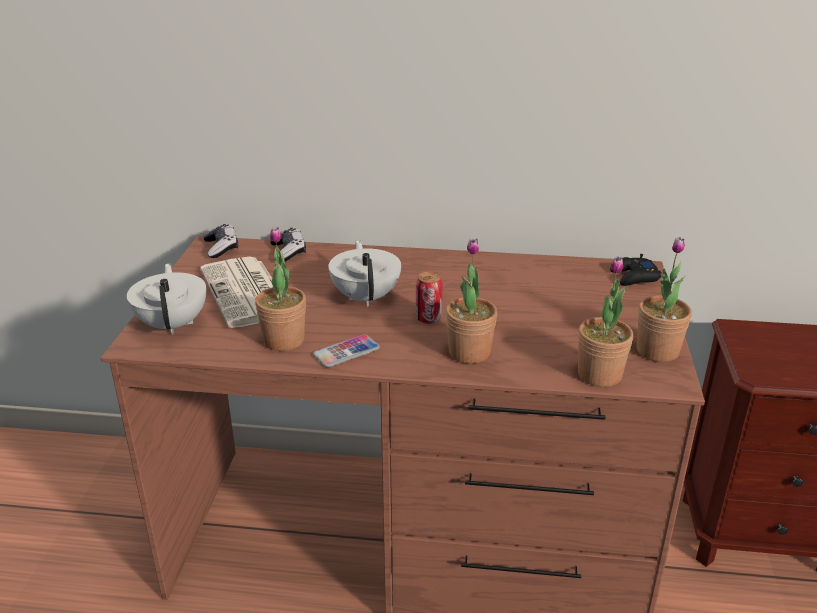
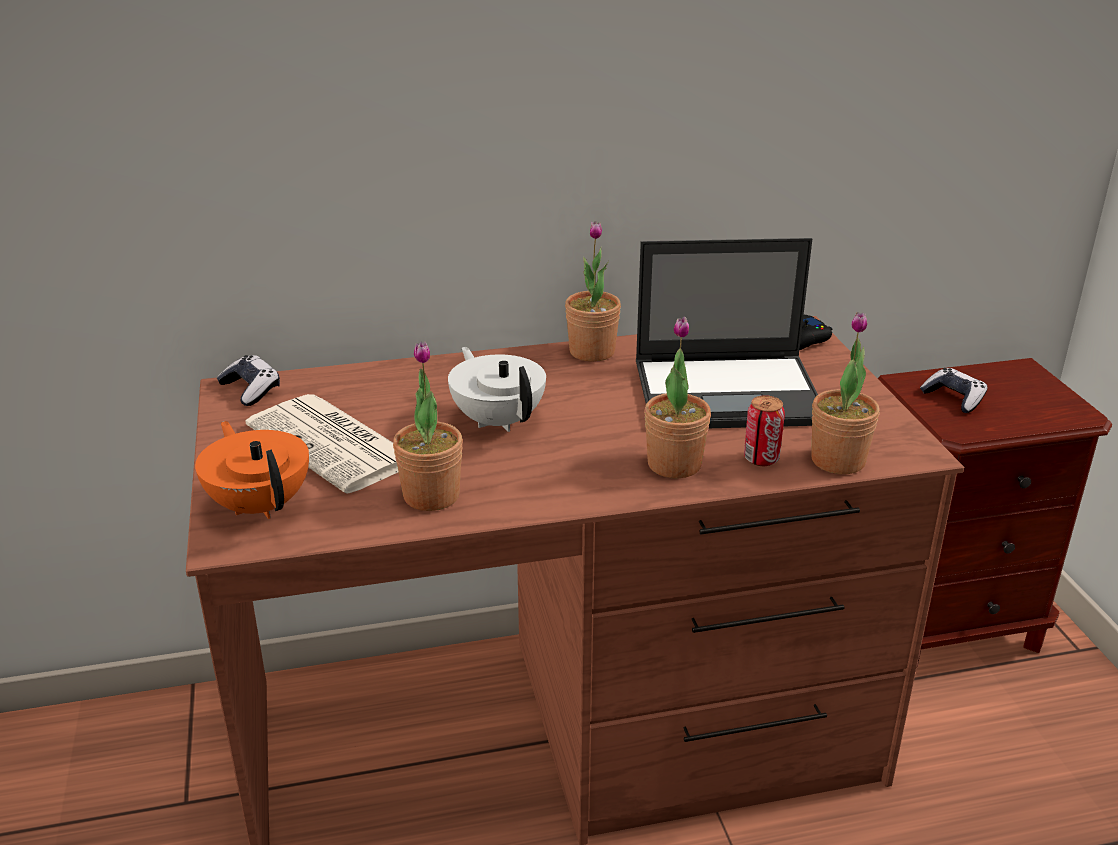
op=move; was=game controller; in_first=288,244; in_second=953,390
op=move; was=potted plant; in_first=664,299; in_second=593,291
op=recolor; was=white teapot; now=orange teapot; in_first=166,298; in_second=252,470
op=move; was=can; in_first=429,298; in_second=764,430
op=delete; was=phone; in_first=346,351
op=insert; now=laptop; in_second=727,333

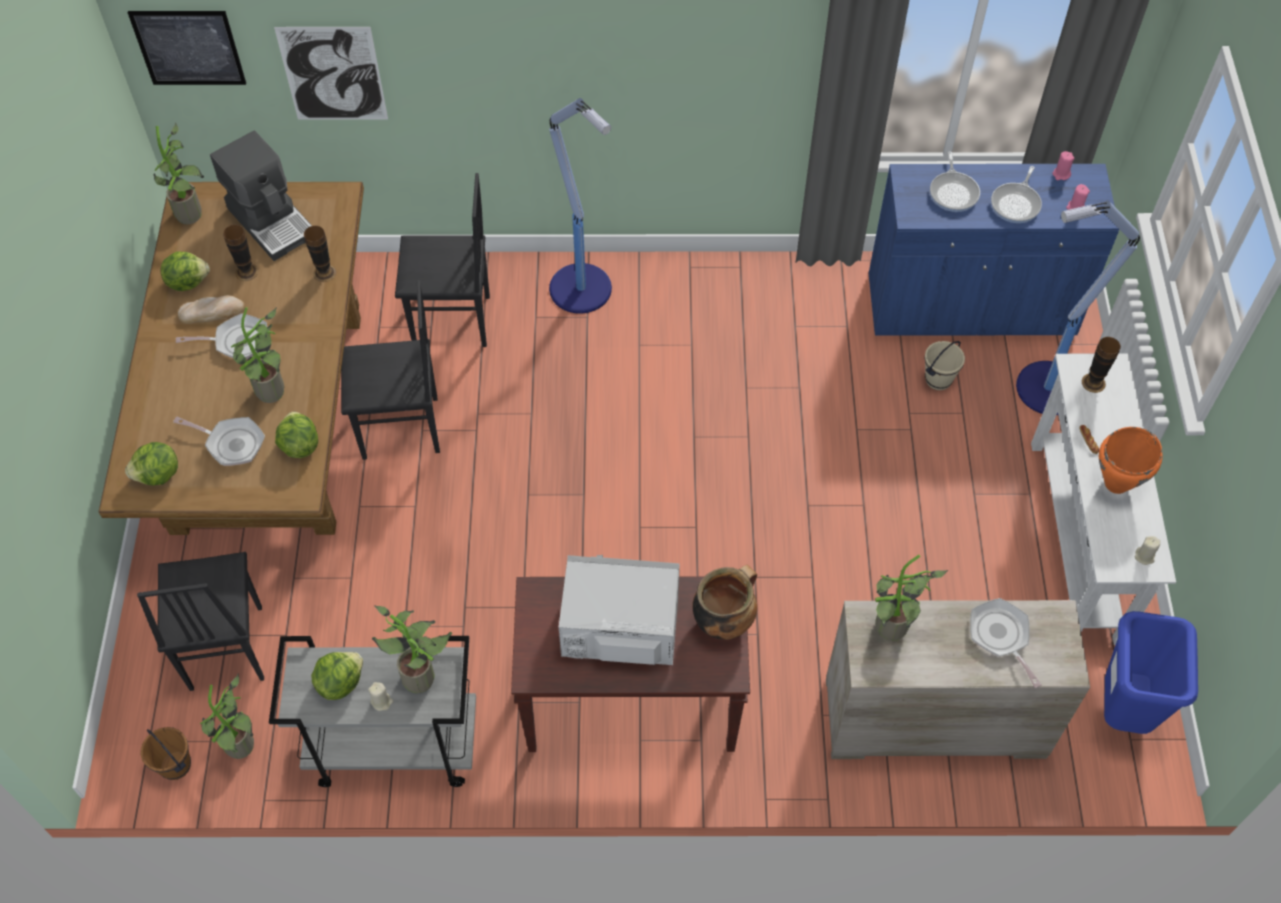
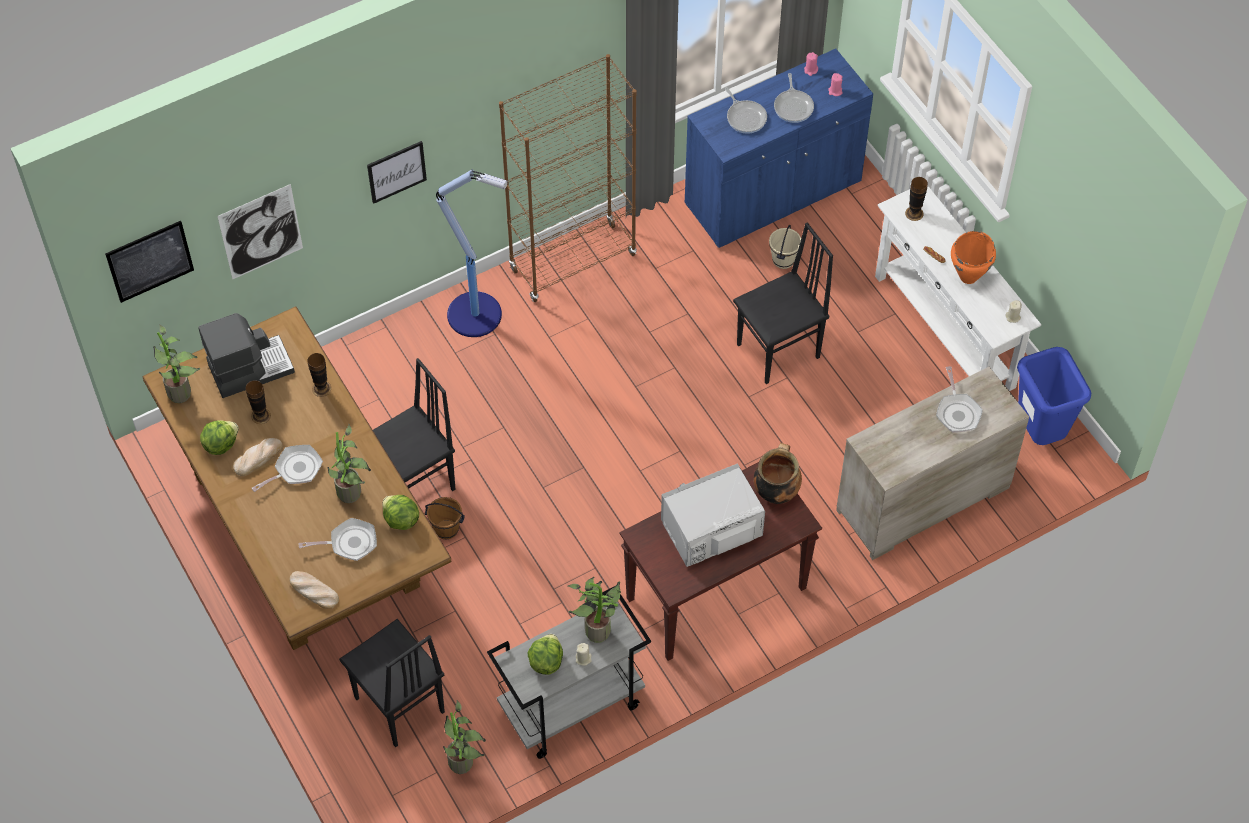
op=rotate; was=coffee machine; in_first=261,195; in_second=246,355; clockwise=-45
op=move; was=black chair; in_first=442,260; in_second=783,303
op=delete; was=floor lamp; in_first=1078,307
op=replace; was=lettuce; now=bread; in_first=151,463; in_second=314,590
op=delete; was=potted plant; in_first=911,598
op=rotate; was=frying pan; in_first=1006,643; in_second=959,399; clockwise=-135
op=move; was=brown bucket; in_first=166,753; in_second=445,518
op=insert; now=brown bookcase; in_second=568,178
op=insert; now=picture; in_second=397,172

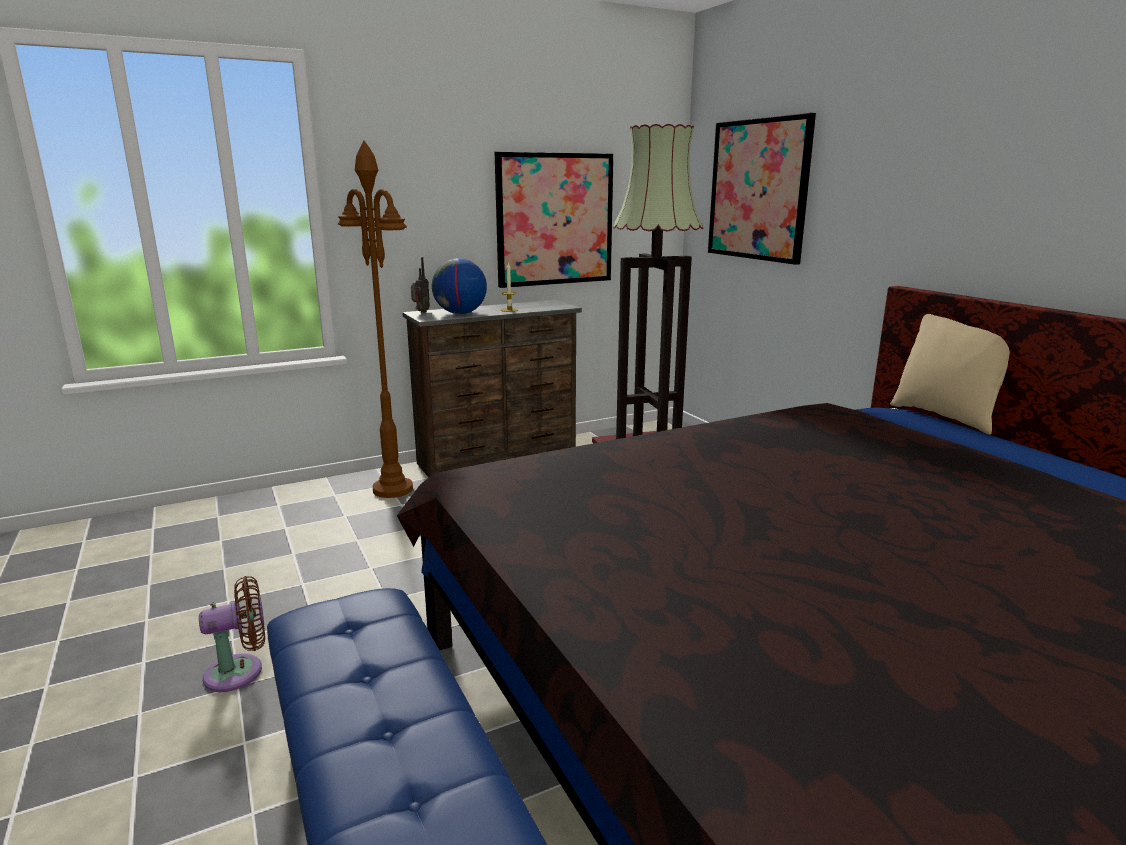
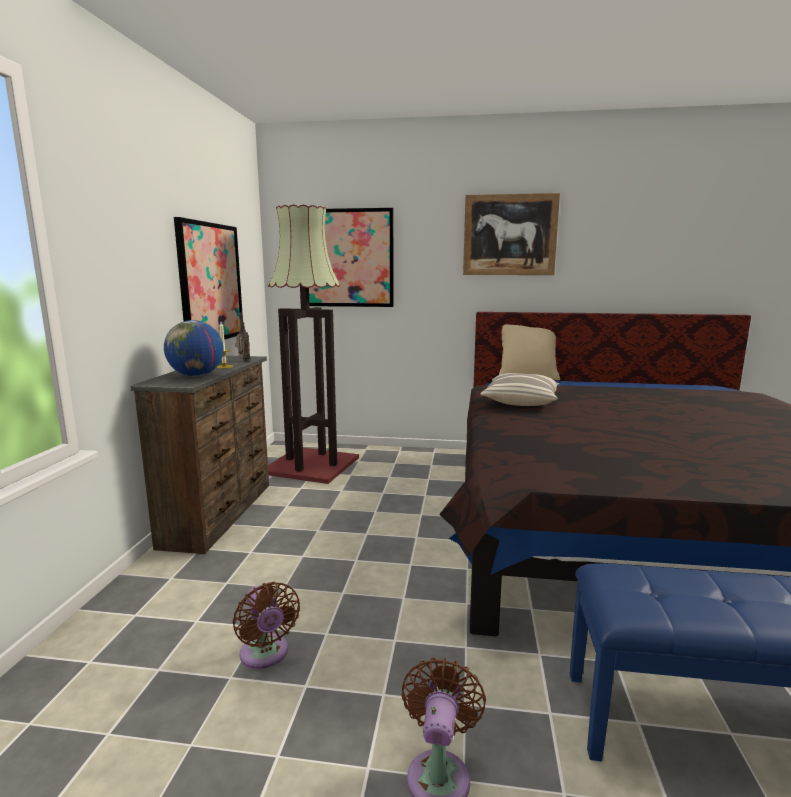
op=delete; was=brown floor lamp; in_first=375,319
op=move; was=radio; in_first=420,285; in_second=242,337
op=insert; now=picture; in_second=511,234
op=insert; now=pillow; in_second=520,389
op=insert; now=brown fan; in_second=266,625

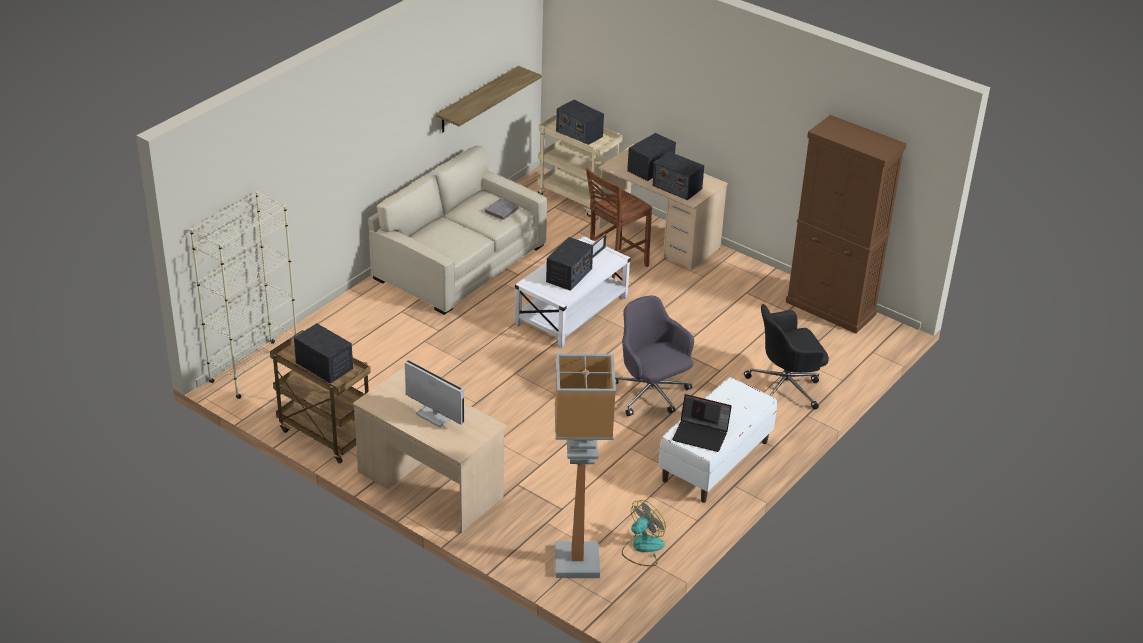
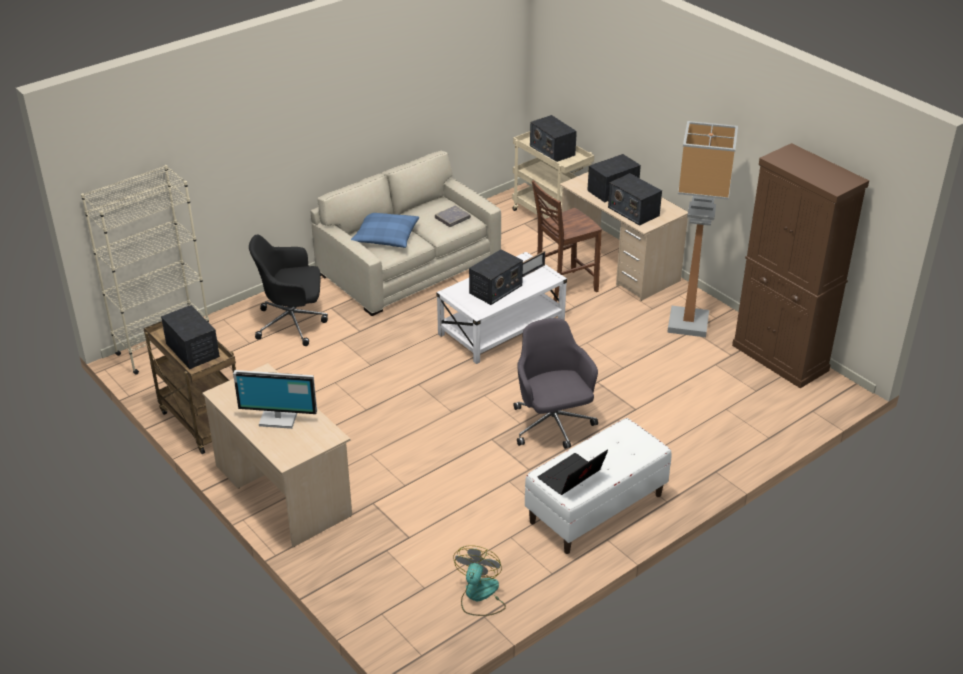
op=delete; was=shelf; in_first=489,99
op=move; was=black office chair; in_first=786,357; in_second=288,290
op=move; was=floor lamp; in_first=585,466; in_second=702,229
op=rotate; was=monitor; in_first=434,394; in_second=275,399; clockwise=135
op=rotate; was=laptop; in_first=702,423; in_second=573,472; clockwise=105
op=rotate; was=fan; in_first=644,533; in_second=479,580; clockwise=-45
op=insert; now=blue pillow; in_second=385,230

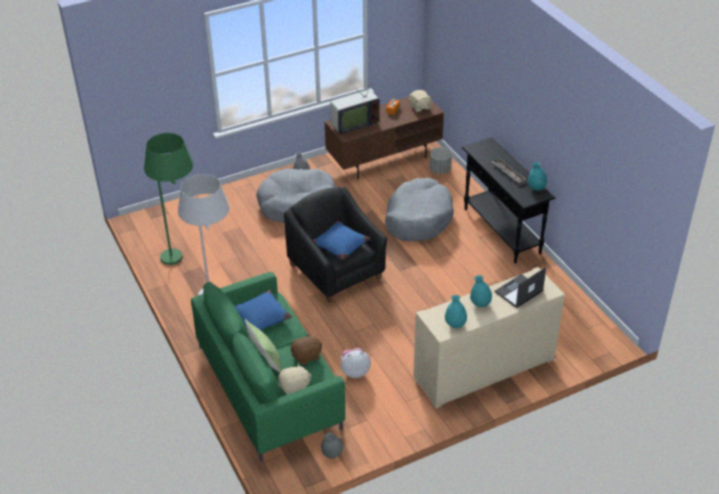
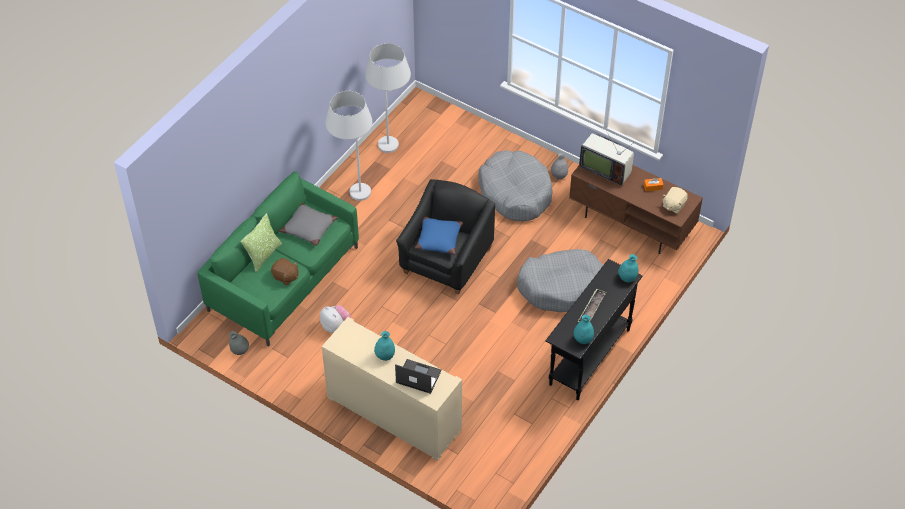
op=recolor; was=green floor lamp; now=white floor lamp; in_first=168,199; in_second=388,98
op=delete; was=grey planter; in_first=441,160
op=recolor; was=blue pillow; now=grey pillow; in_first=263,310; in_second=308,224
op=move; was=turquoise vase; in_first=456,311; in_second=628,268
op=delete; was=beige plush toy; in_first=295,378

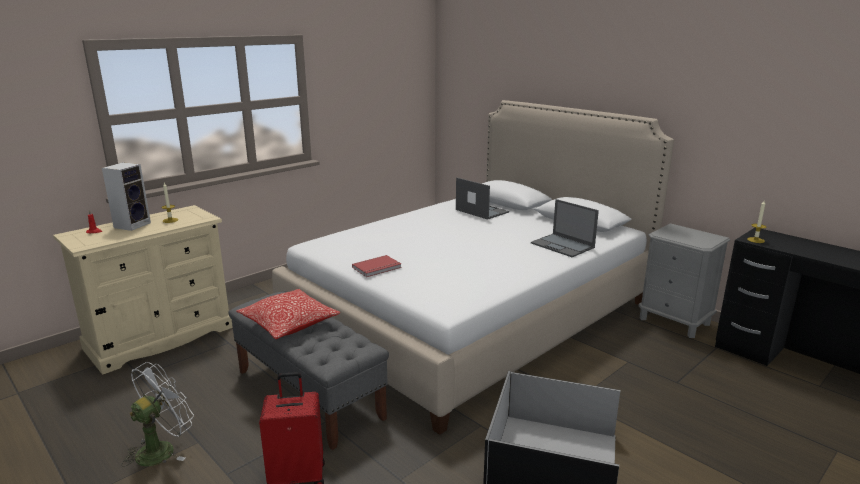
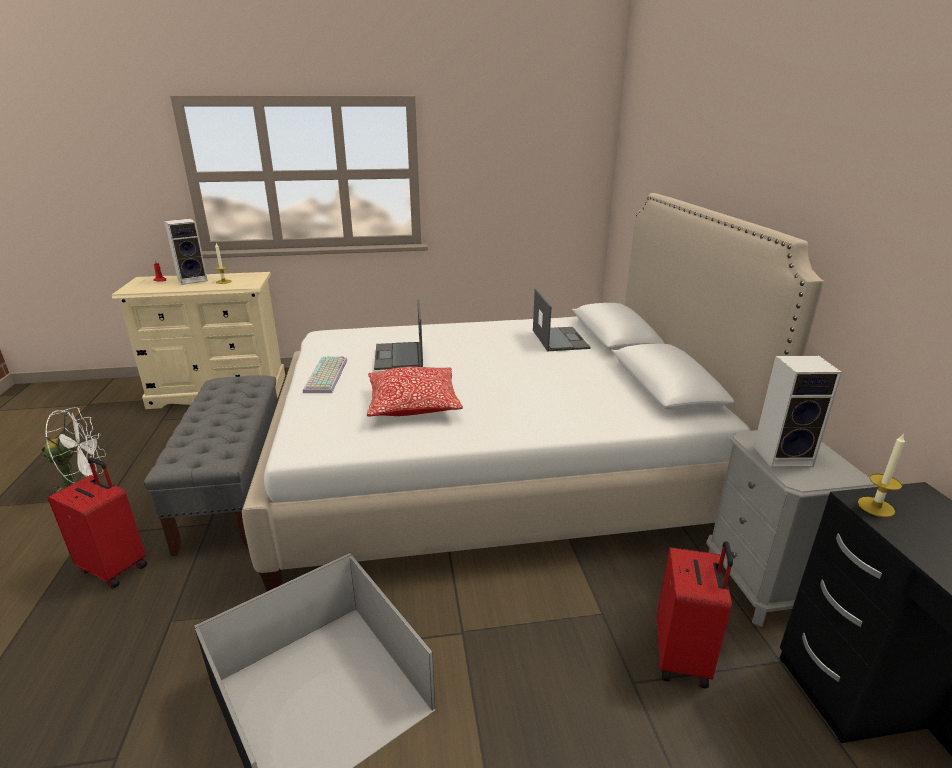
op=move; was=laptop; in_first=565,228; in_second=398,334
op=replace; was=red book; now=keyboard; in_first=377,266; in_second=325,374
op=move; was=pillow; in_first=288,314; in_second=415,391
op=insert; now=speaker; in_second=798,412
op=insert; now=red suitcase; in_second=694,614

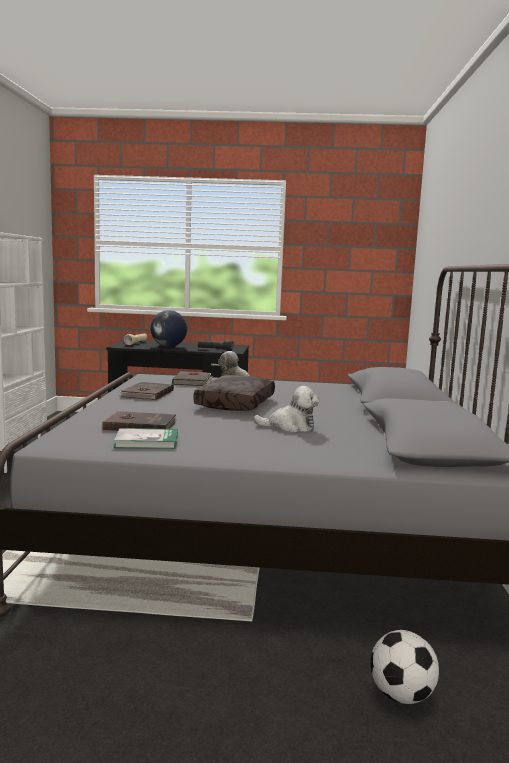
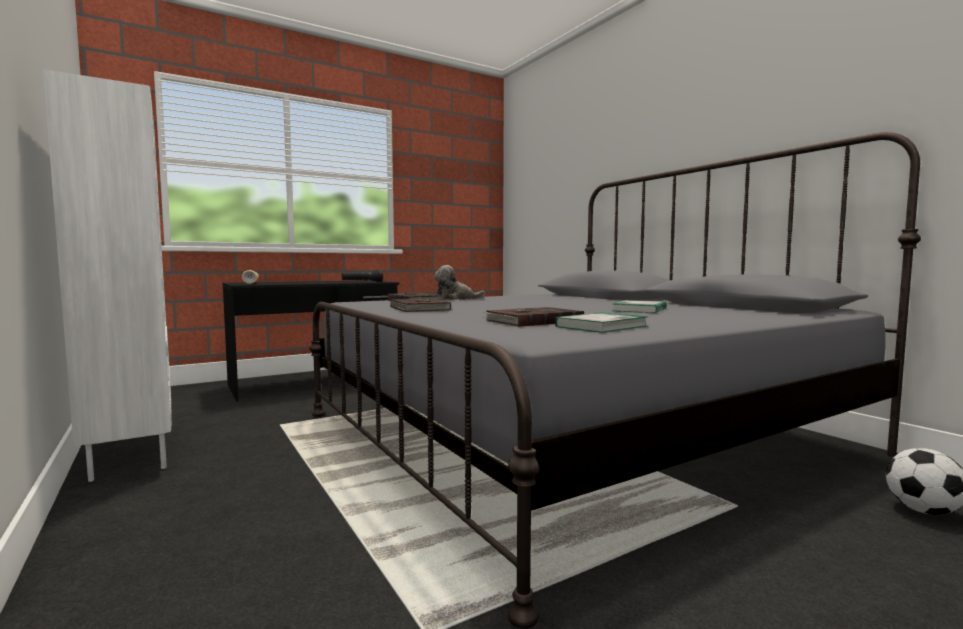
op=delete; was=globe; in_first=168,328
op=delete; was=brown pillow; in_first=234,393
op=replace; was=plush toy; now=book; in_first=287,409; in_second=639,306

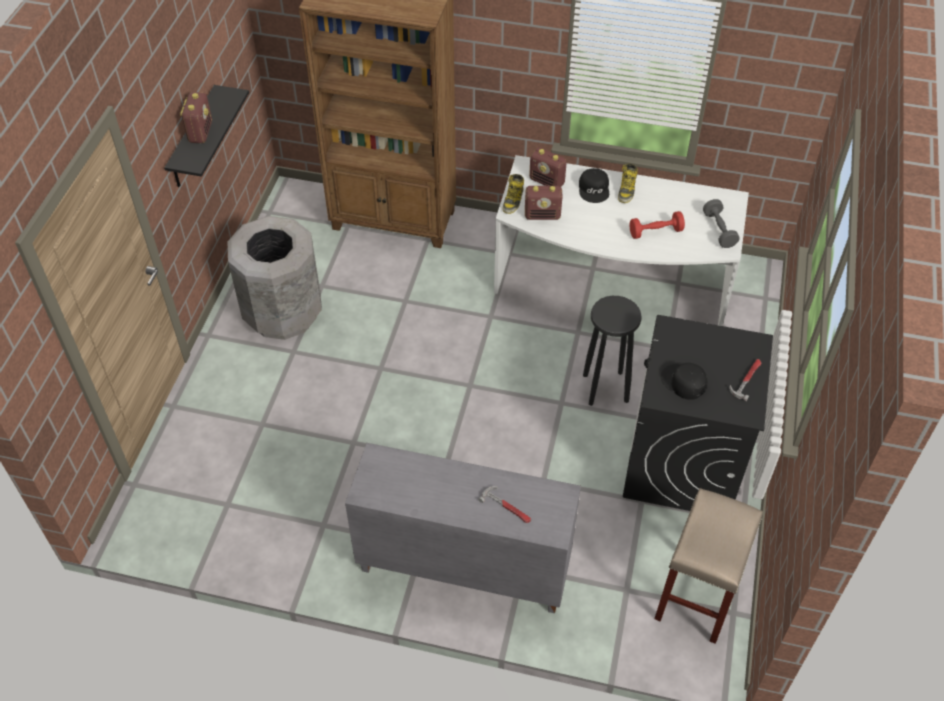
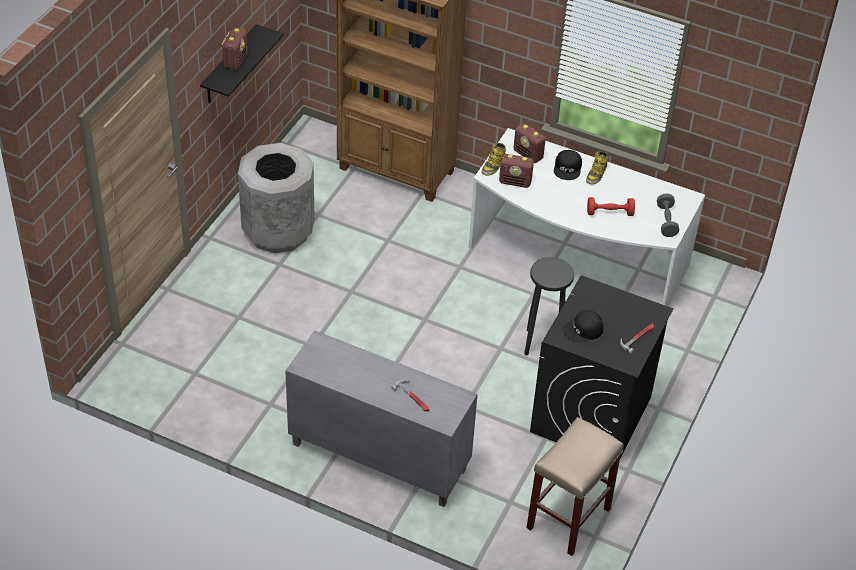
op=rotate; was=black cap; in_first=684,381; in_second=583,326; clockwise=-75

